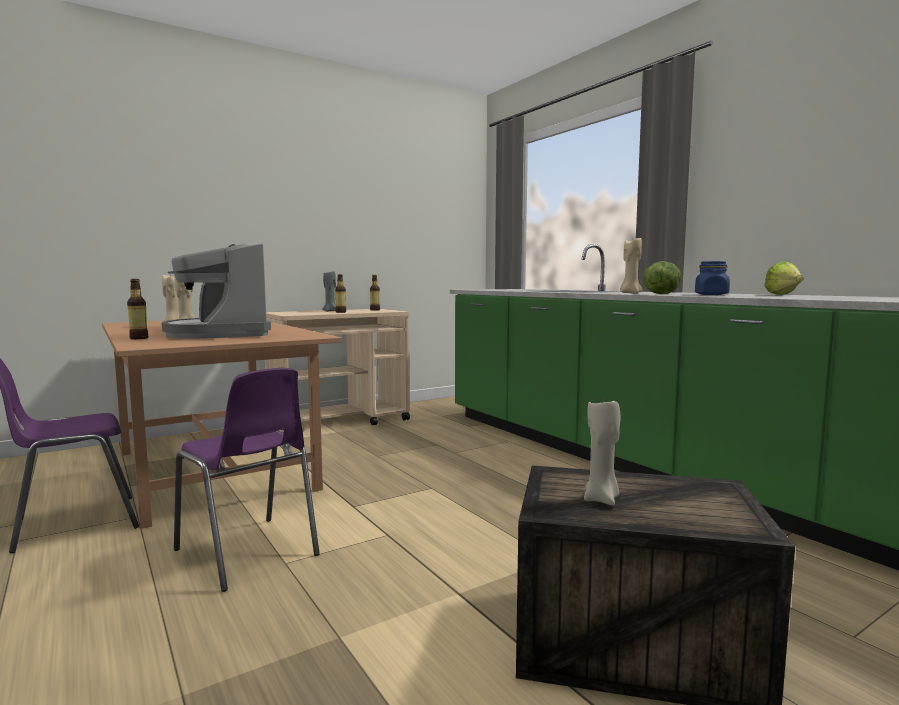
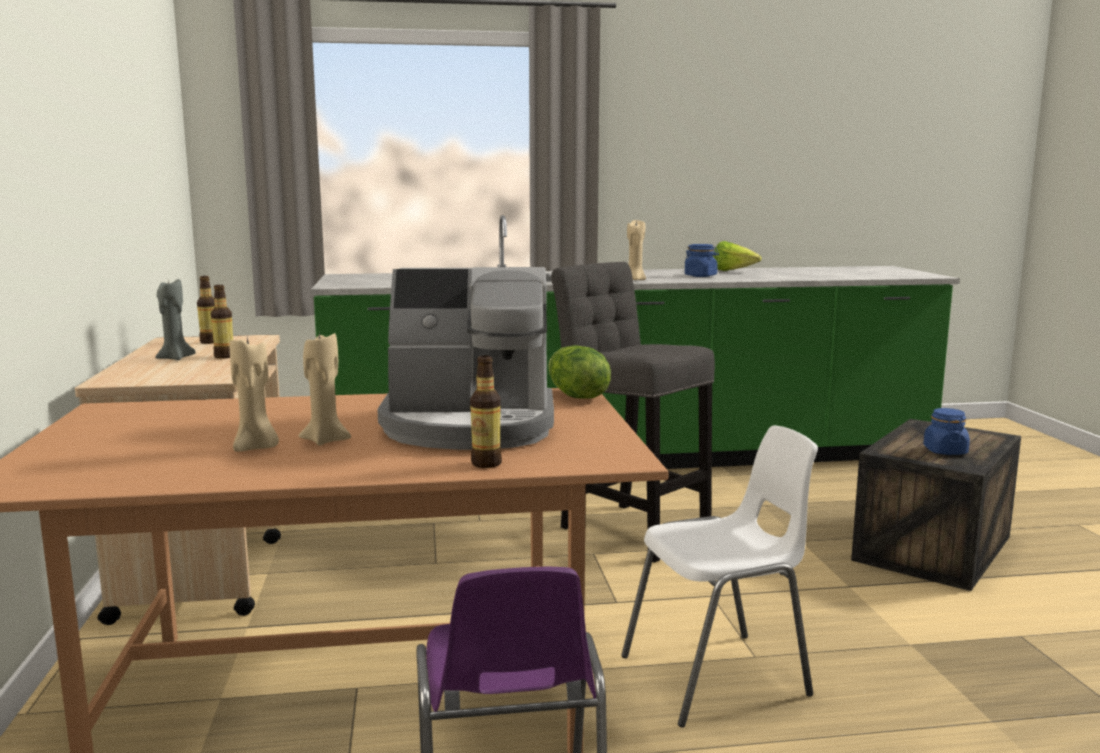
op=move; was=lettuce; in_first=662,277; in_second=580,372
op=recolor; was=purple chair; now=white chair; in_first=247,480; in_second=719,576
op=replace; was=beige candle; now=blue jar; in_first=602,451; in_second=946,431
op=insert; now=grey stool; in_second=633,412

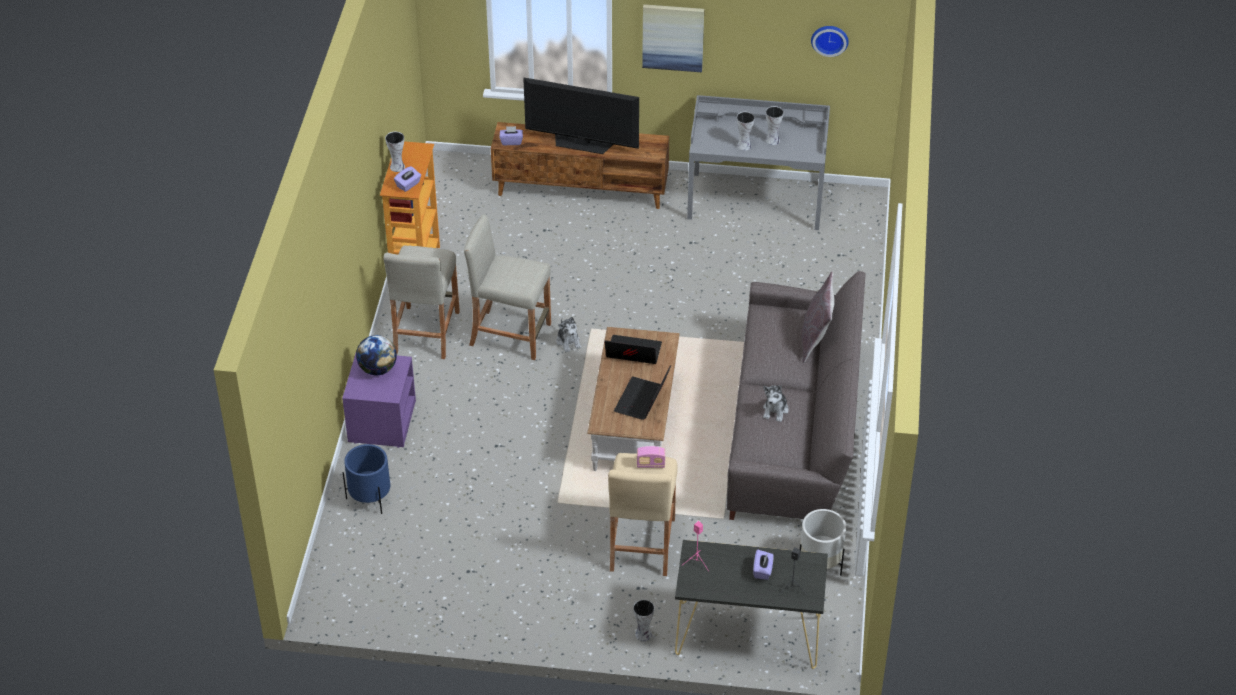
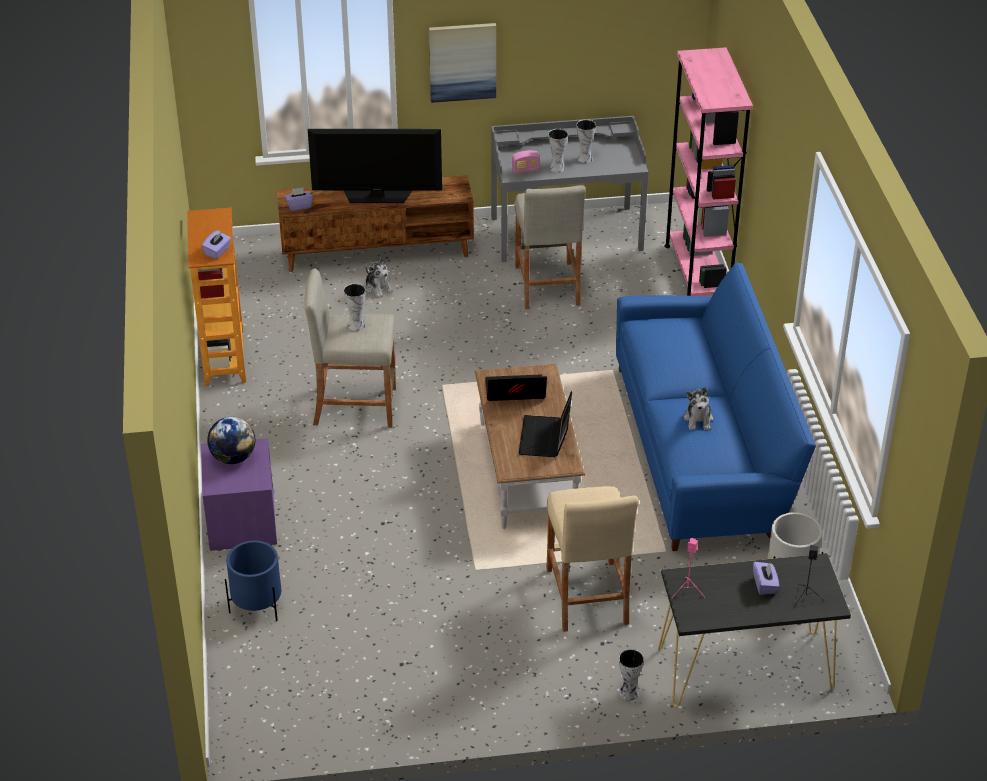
op=delete; was=wall clock; in_first=830,41
op=move; was=vase; in_first=395,152; in_second=354,307
op=move; was=beige stool; in_first=421,302; in_second=550,247
op=recolor; was=grey sofa; now=blue sofa; in_first=796,395; in_second=716,407
op=delete; was=grey pillow; in_first=818,317
op=move; was=plush toy; in_first=569,335; in_second=379,278
op=move; was=radio; in_first=651,457; in_second=526,162
op=insert; now=pink bookcase; in_second=708,171

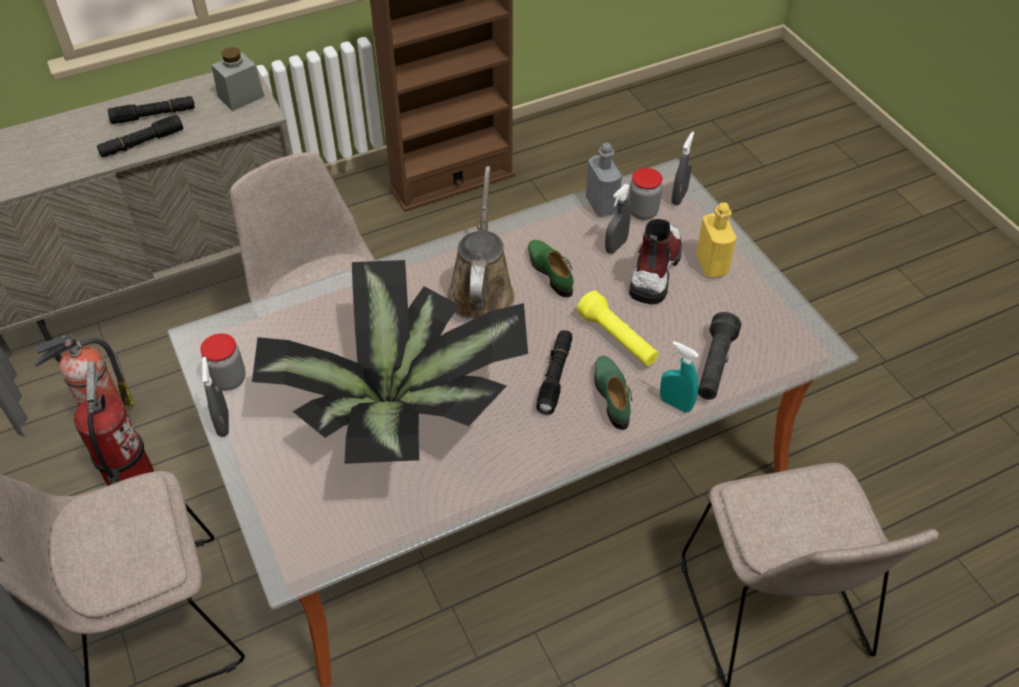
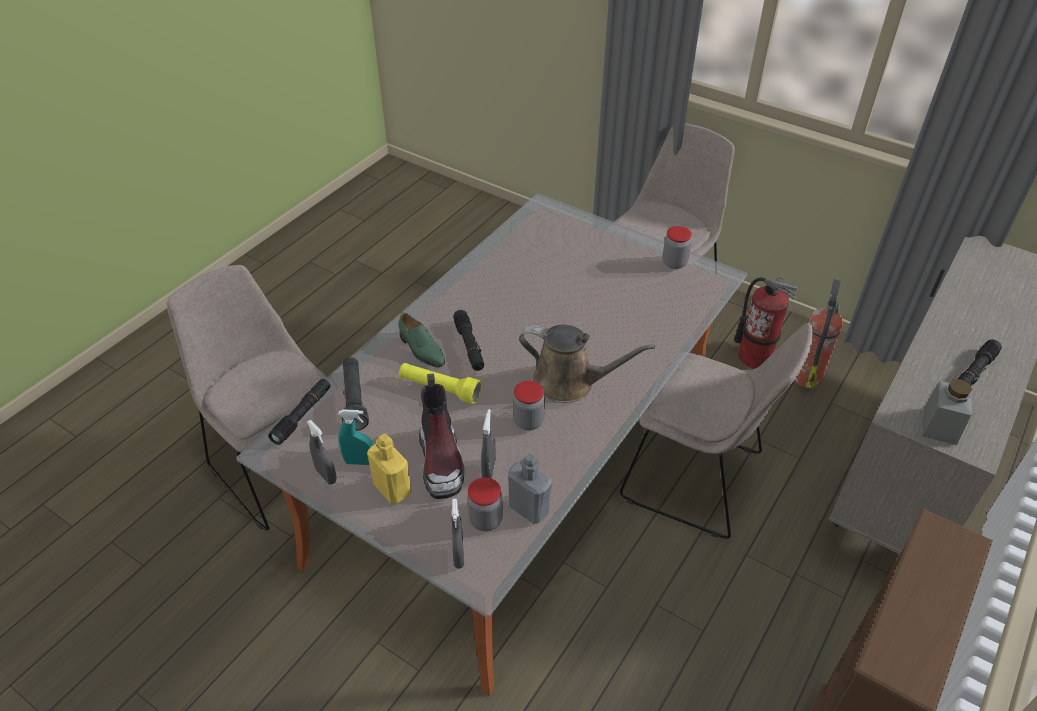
op=move; was=black flashlight; in_first=140,136; in_second=299,412
op=rotate; was=brown watering can; in_first=481,243; in_second=587,364; clockwise=-45
op=replace; was=green shoe; now=jar; in_first=550,268; in_second=529,405
op=delete; was=potted plant; in_first=390,362
op=move; was=turquoise spray bottle; in_first=679,376; in_second=356,437
op=move; was=grey spray bottle; in_first=215,397; in_second=322,452

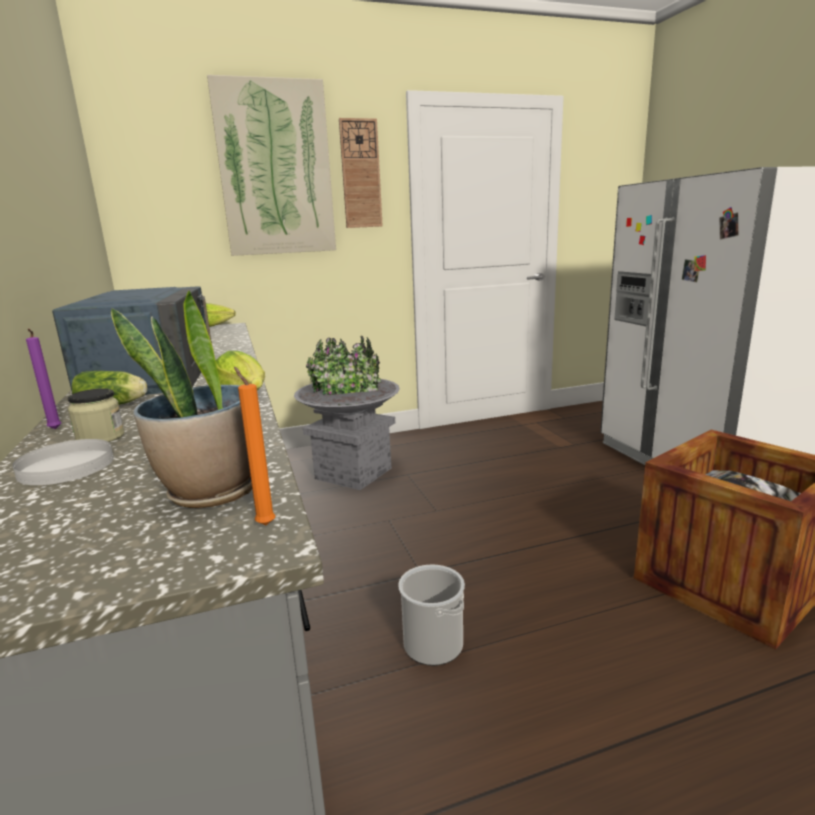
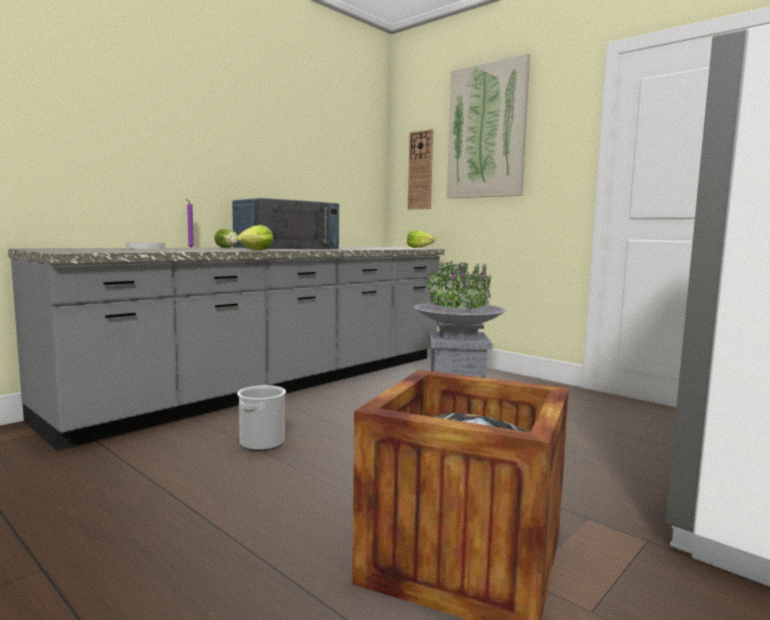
op=move; was=wall clock; in_first=361,173; in_second=420,169
op=delete; was=potted plant; in_first=181,399
op=delete; was=orange candle; in_first=254,446
op=delete; was=jar; in_first=96,415

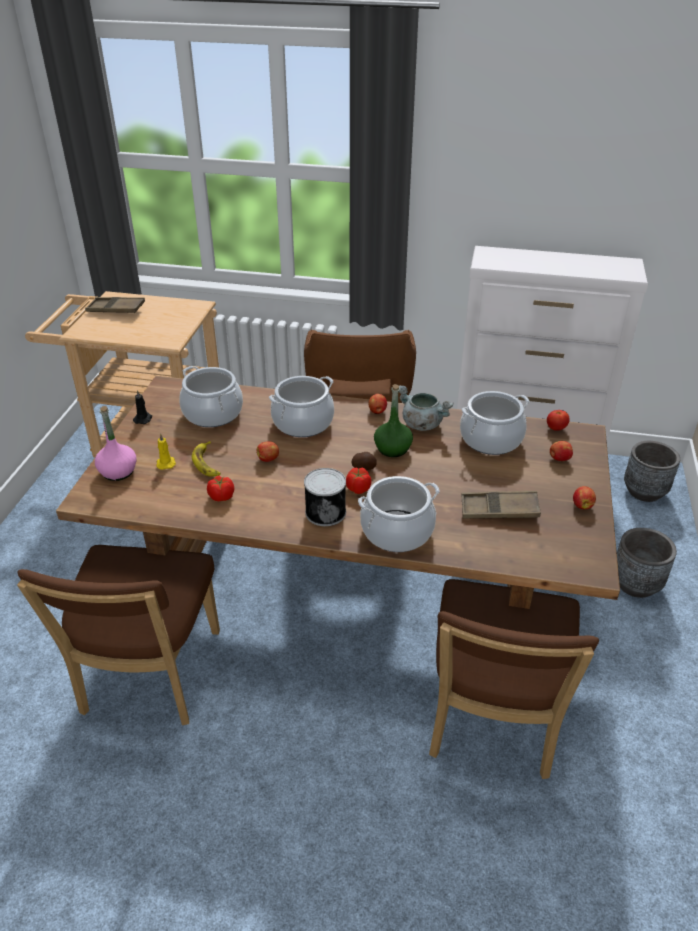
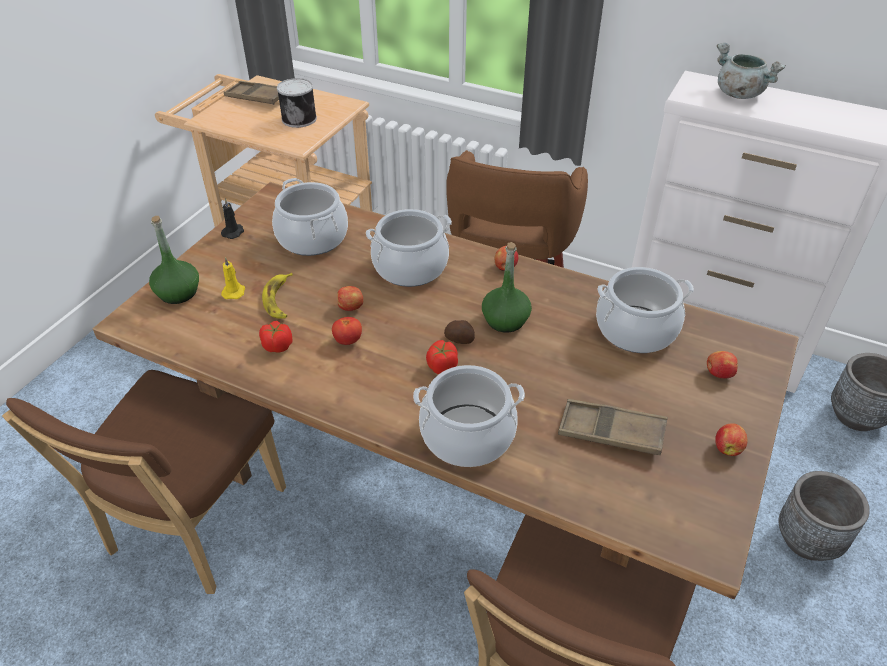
op=move; was=grey cooking pot; in_first=426,408; in_second=751,71
op=recolor; was=pink bottle; now=green bottle; in_first=116,443; in_second=174,260
op=move; was=tomato; in_first=558,420; in_second=347,331
op=move; was=can; in_first=325,497; in_second=297,103

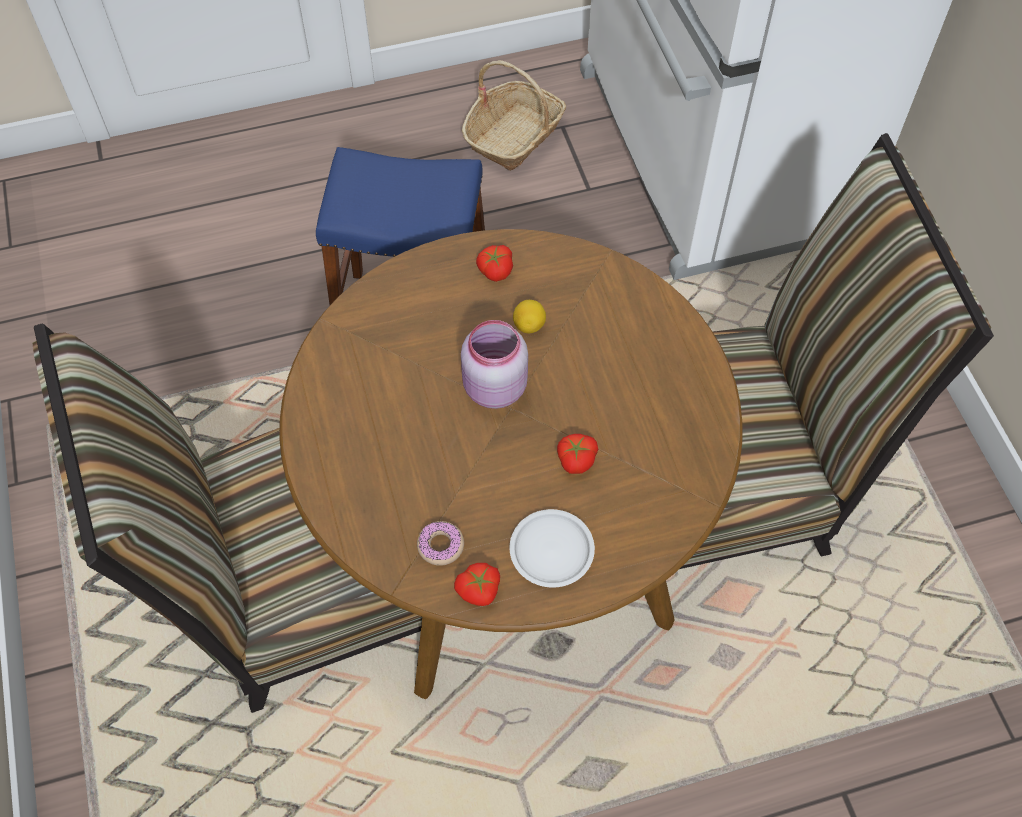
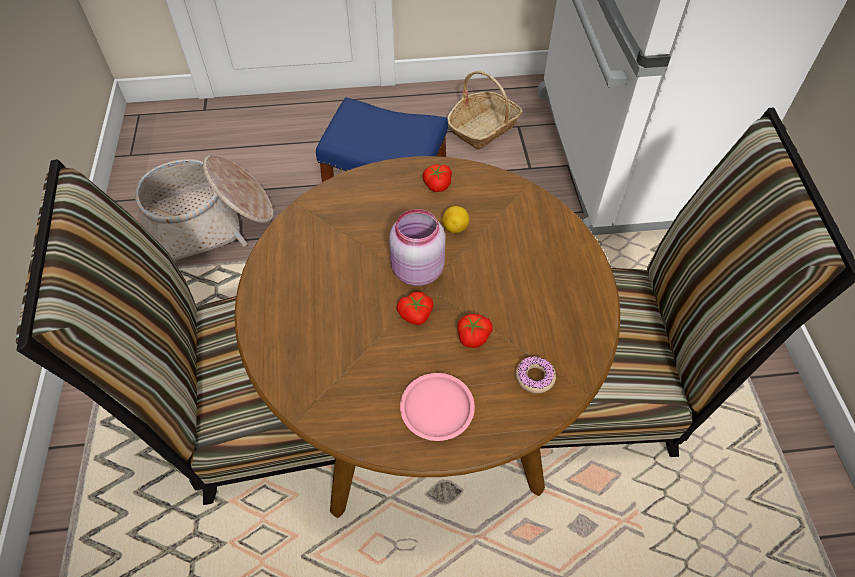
op=recolor; was=white plate; now=pink plate; in_first=552,548; in_second=437,407
op=move; was=donut; in_first=440,543; in_second=536,375
op=move; was=tomato; in_first=477,584; in_second=415,308
op=insert; now=basket; in_second=204,207

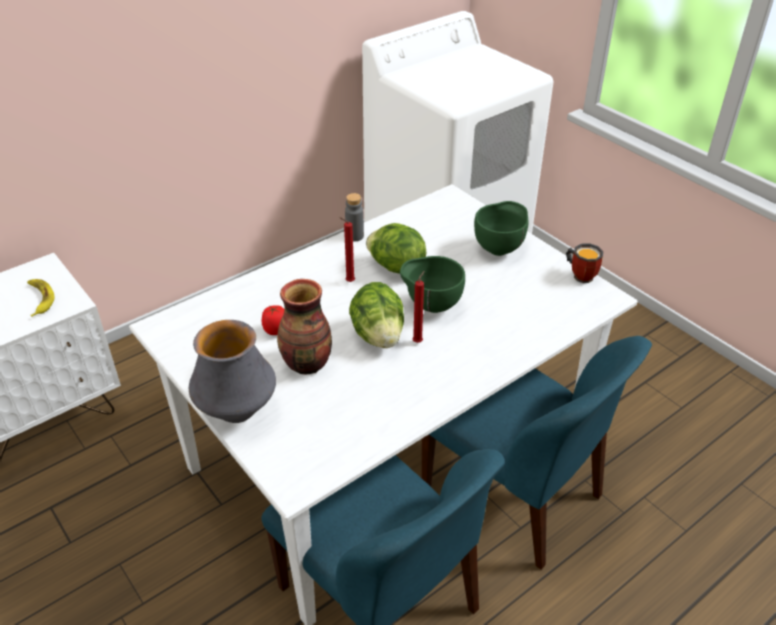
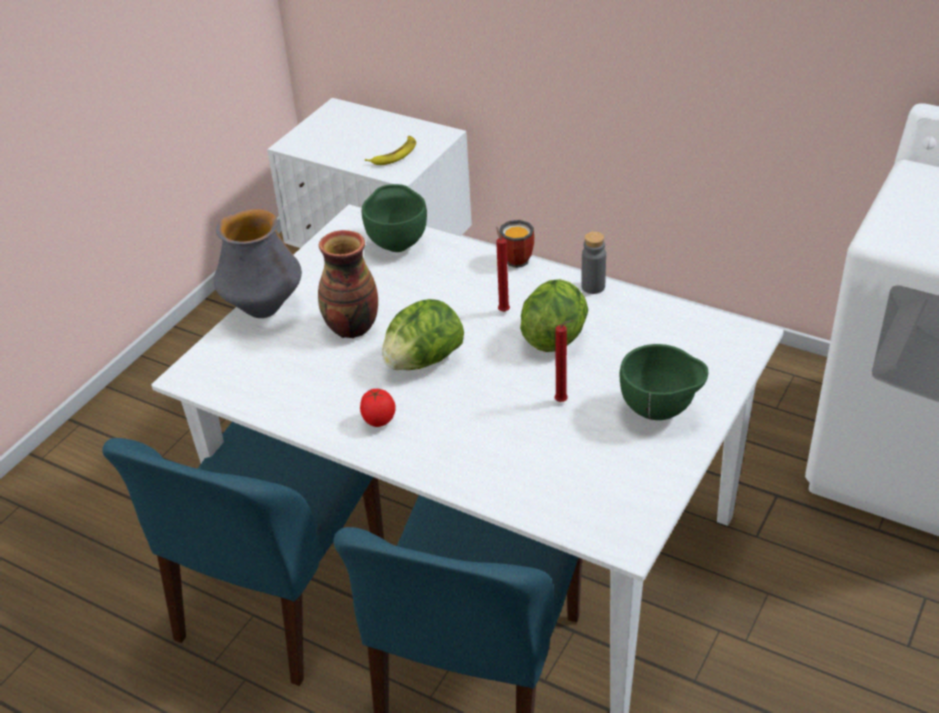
op=move; was=mug; in_first=584,263; in_second=517,244
op=move; was=green bowl; in_first=432,284; in_second=394,218
op=move; was=red candle; in_first=418,307; in_second=564,361
op=move; was=tomato; in_first=273,320; in_second=378,408

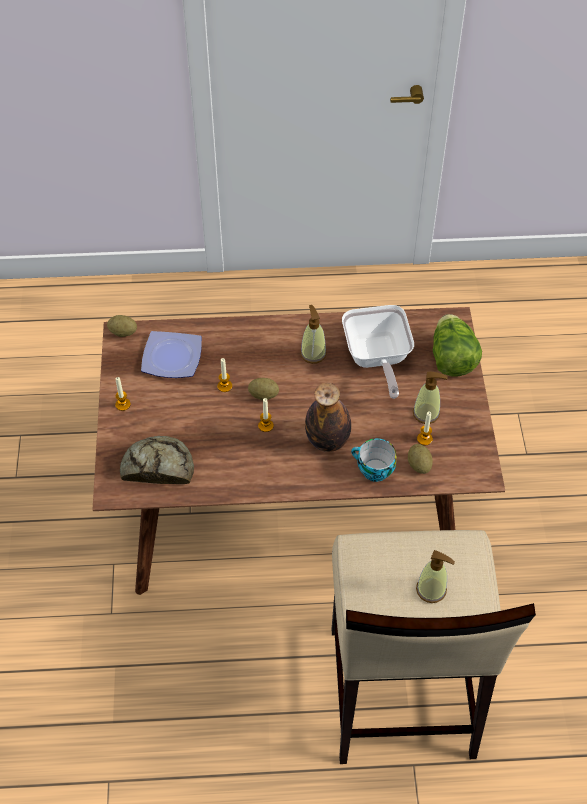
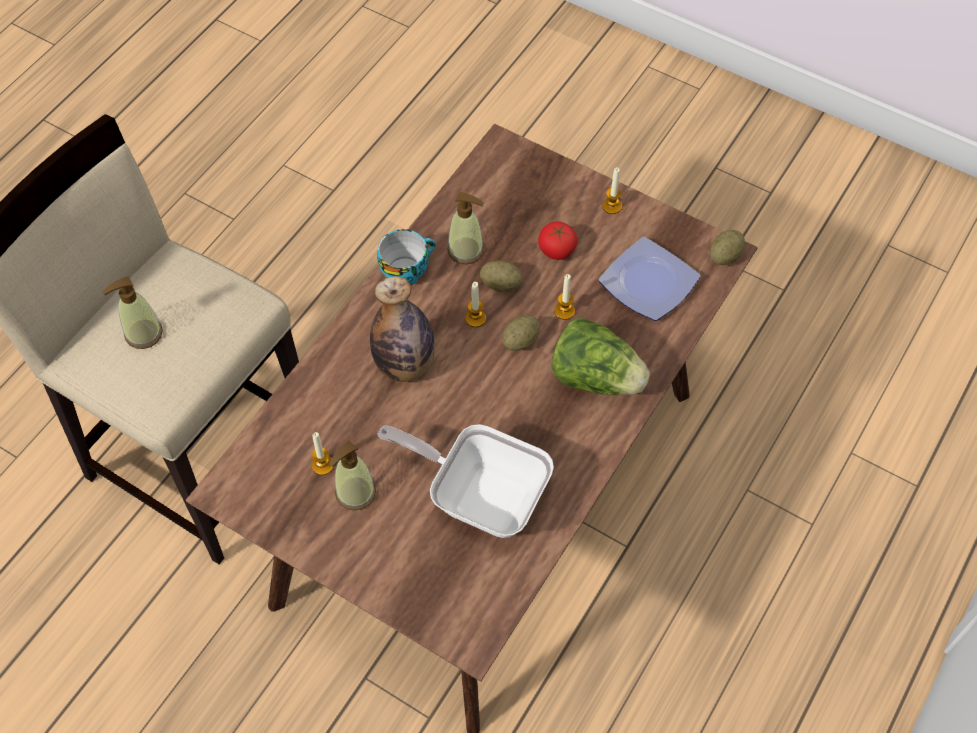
op=move; was=soap dispenser; in_first=313,334; in_second=465,228
op=move; was=lettuce; in_first=457,345; in_second=600,356
op=delete; was=bread; in_first=157,460
op=move; was=cup; in_first=374,460; in_second=406,257
op=move; was=potato; in_first=420,459; in_second=501,276
op=insert; now=tomato; in_second=558,241

